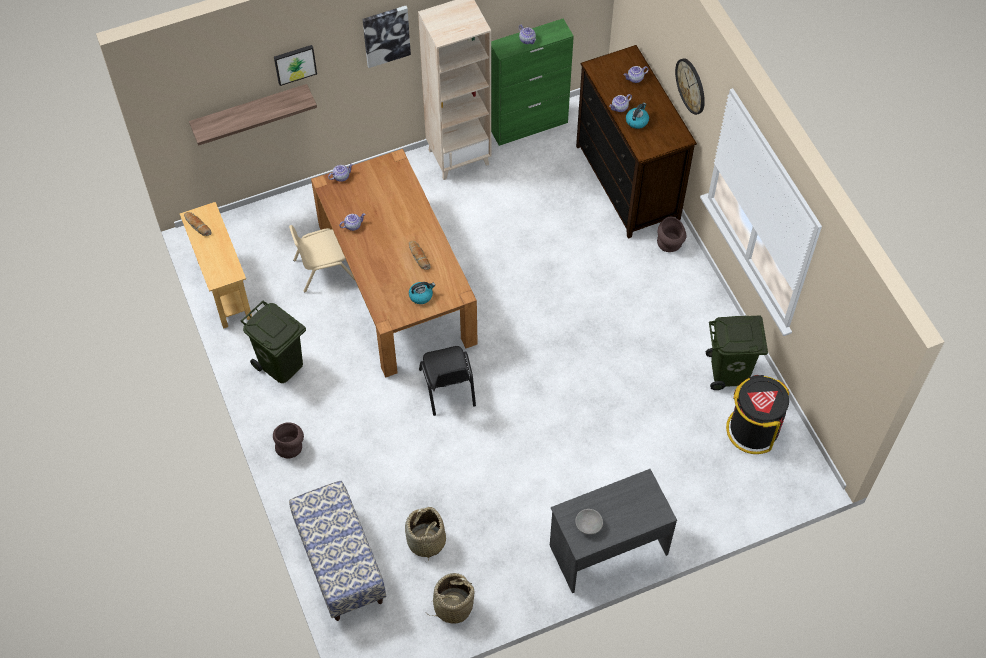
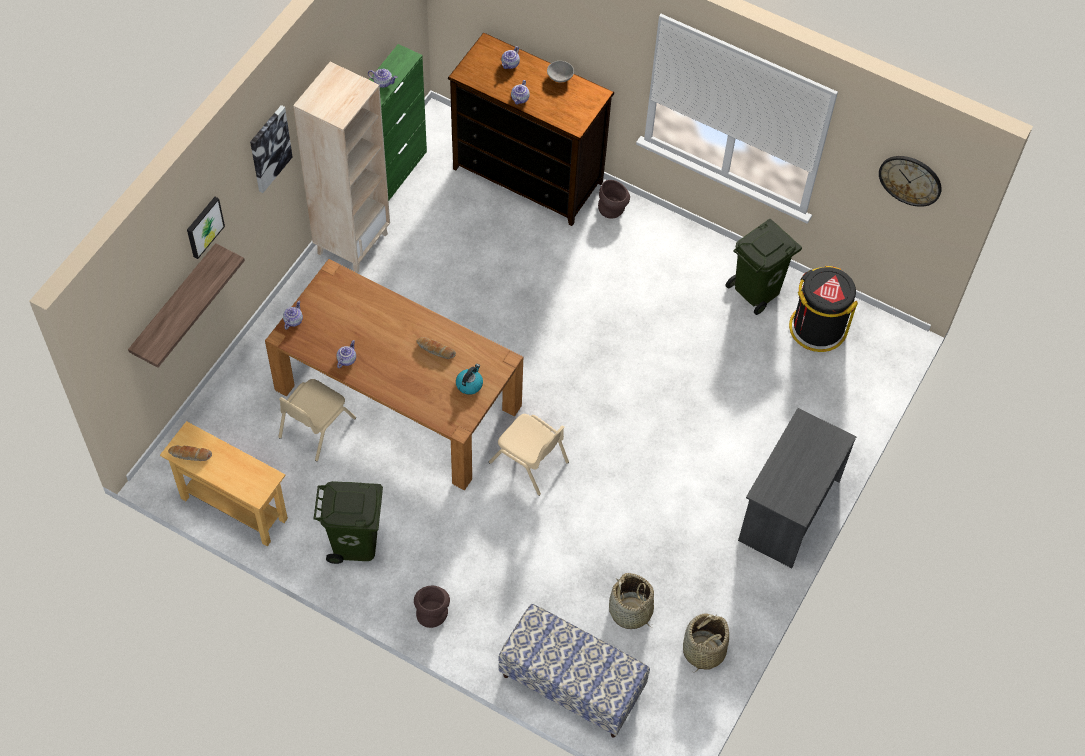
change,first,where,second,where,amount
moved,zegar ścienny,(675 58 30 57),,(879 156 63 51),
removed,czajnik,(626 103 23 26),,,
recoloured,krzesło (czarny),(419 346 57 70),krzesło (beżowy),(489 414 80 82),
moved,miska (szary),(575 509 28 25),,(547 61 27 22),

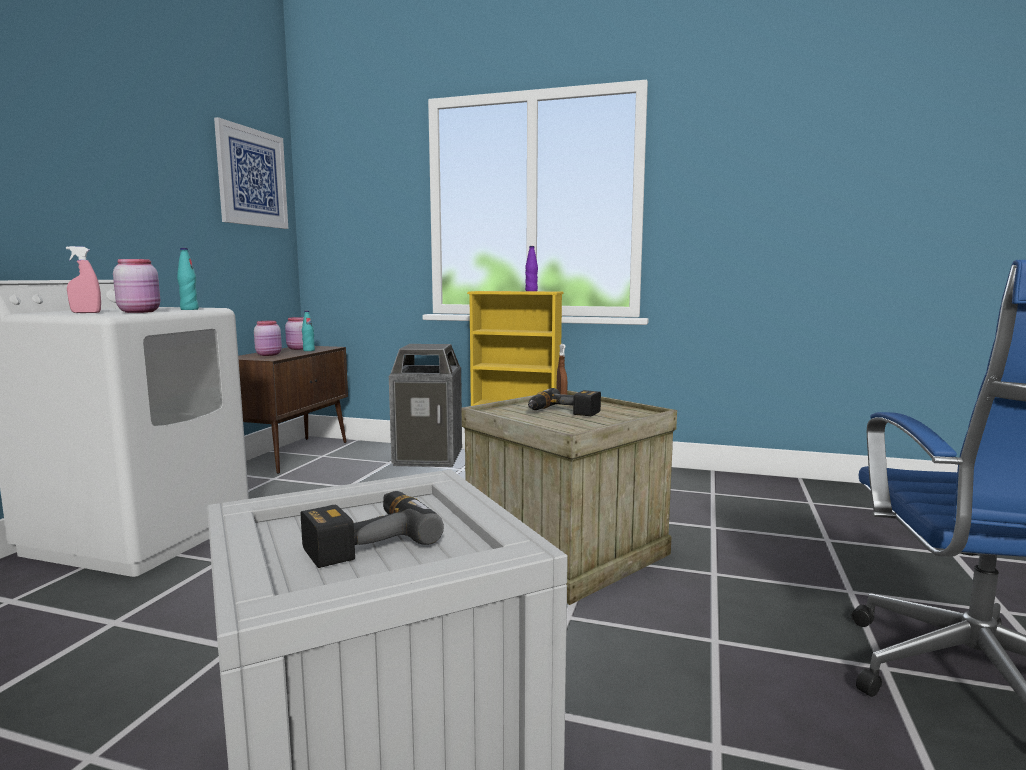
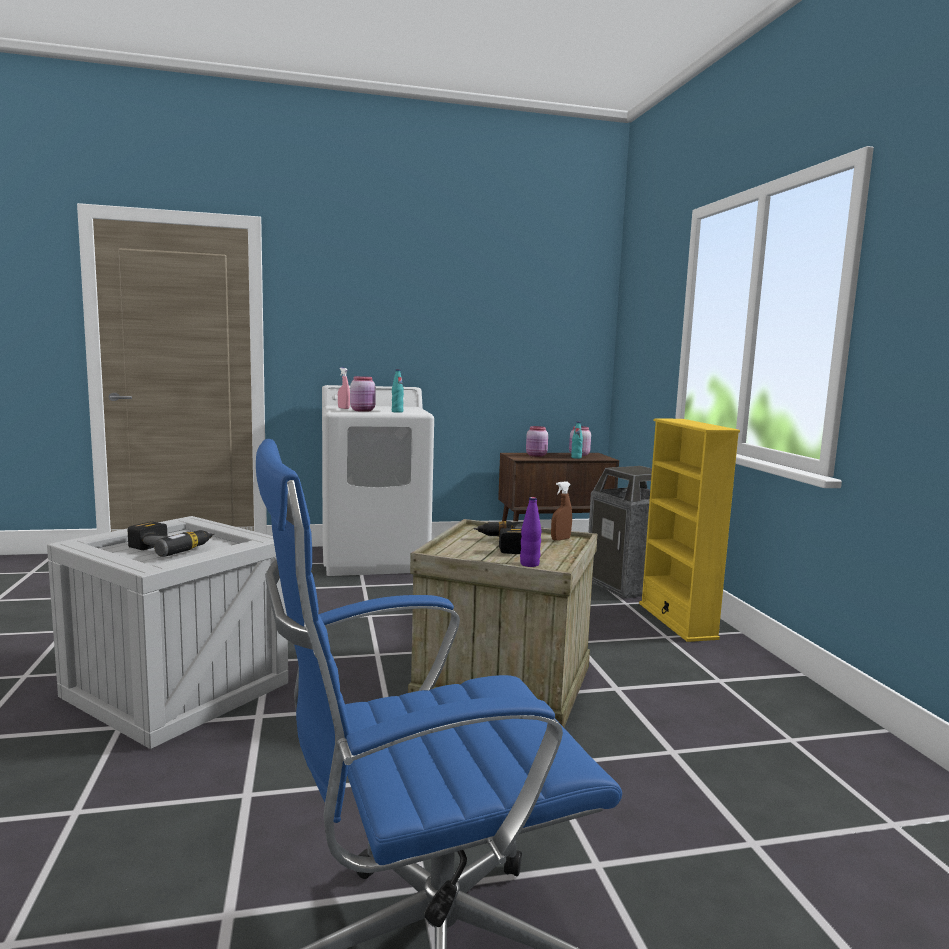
change,first,where,second,where,amount
removed,obraz,(214 117 74 112),,,
moved,butelka (fioletowy),(525 246 13 45),,(520 497 21 70),

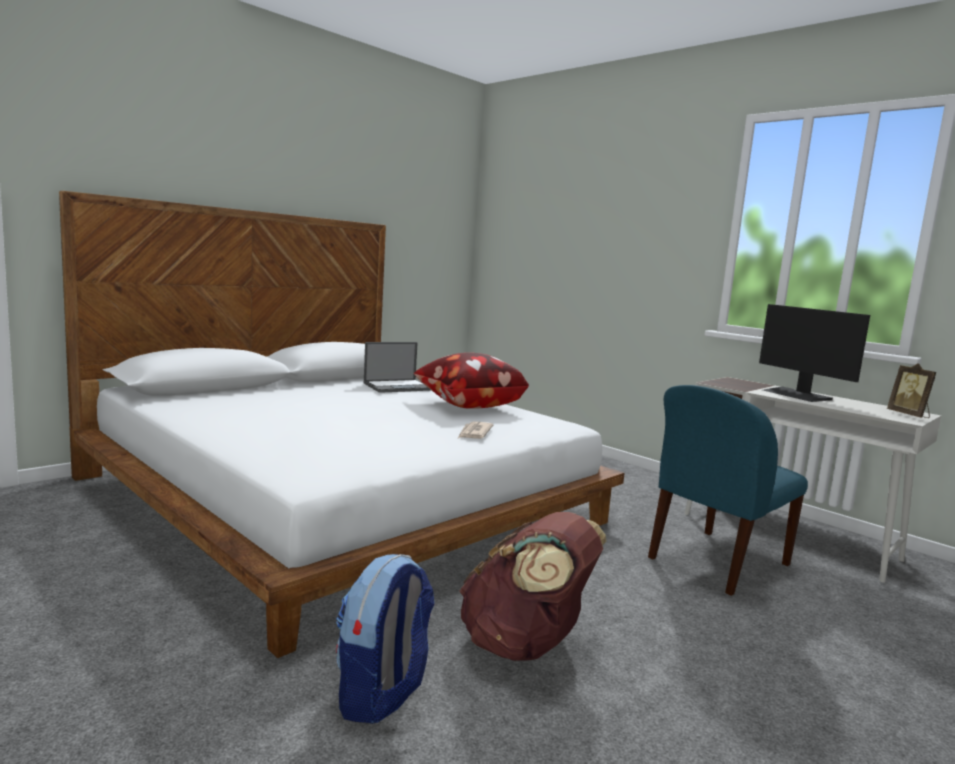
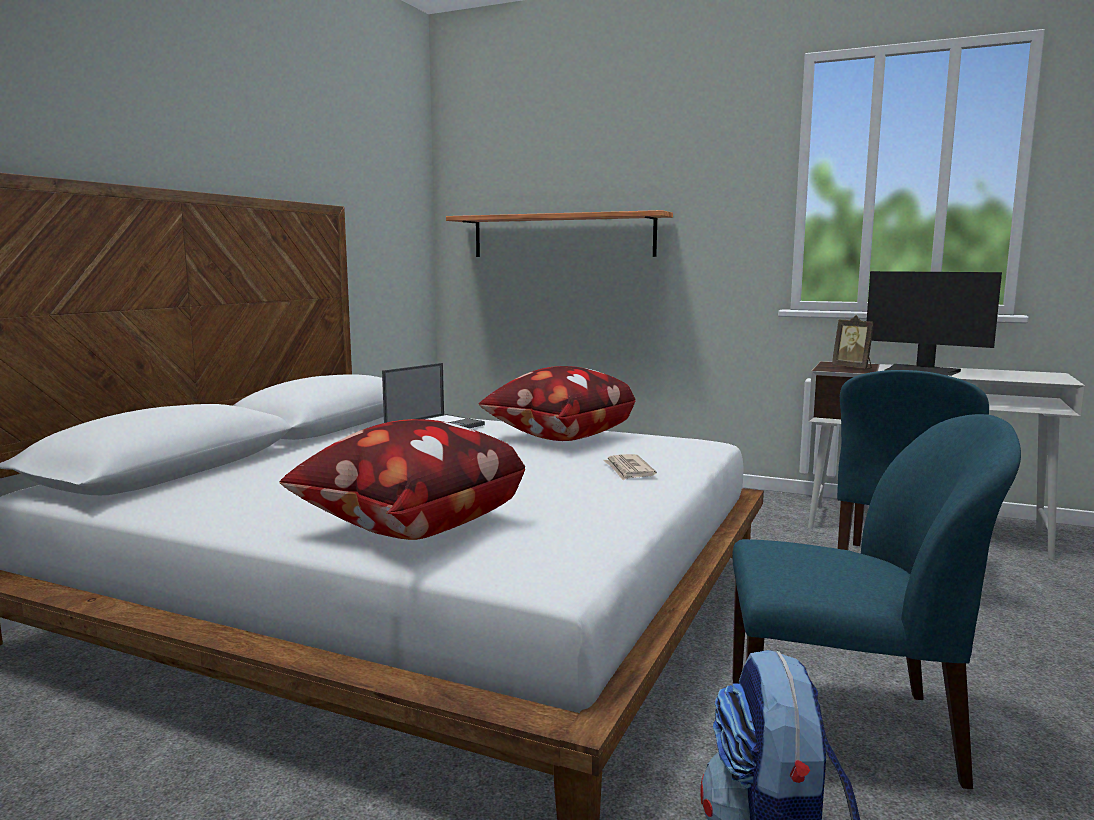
change,first,where,second,where,amount
moved,ramka na zdjęcie,(887 363 50 55),,(832 315 42 54),
replaced,plecak (brązowy),(459 512 148 149),krzesło (niebieski),(732 414 289 375),
added,,,półka,(446 210 227 47),
added,,,poduszka,(279 419 246 121),

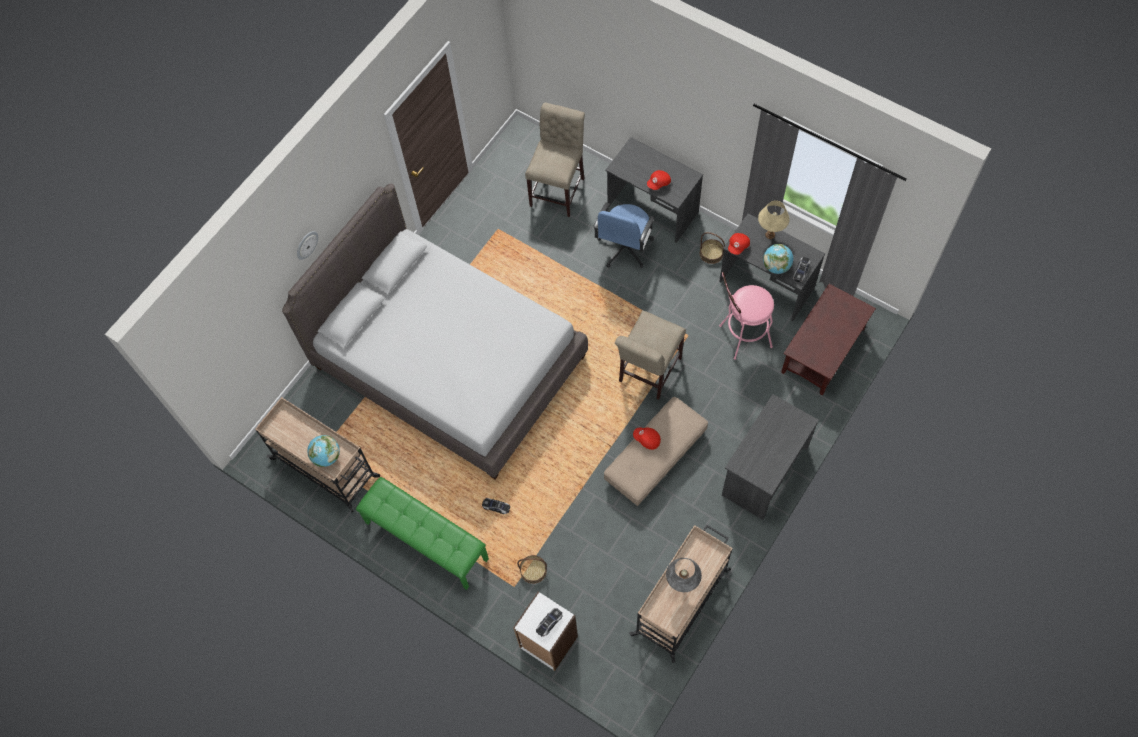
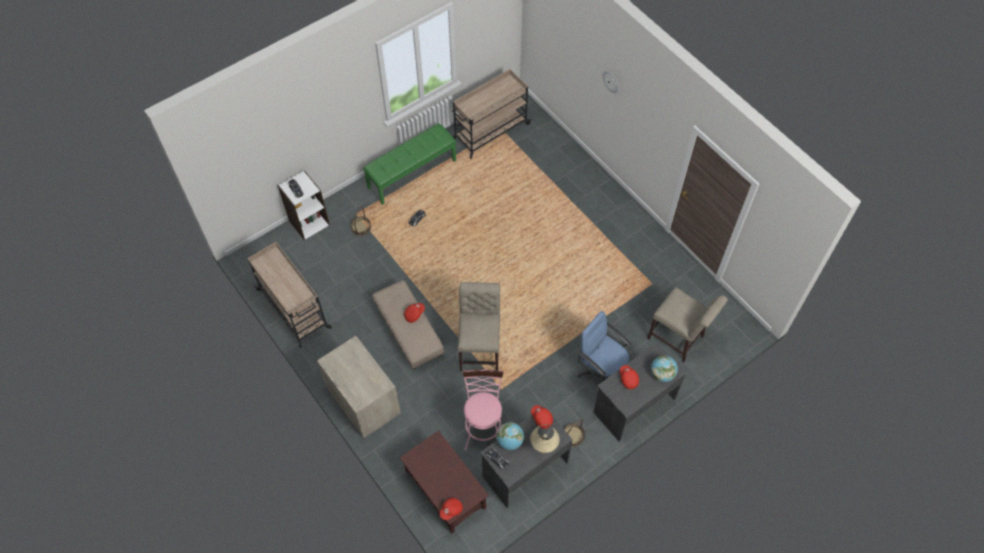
change,first,where,second,where,amount
removed,łóżko (szary),(282 183 306 296),,,
turned,krzesło (beżowy),(615 310 71 90),,(458 282 42 89),45 degrees clockwise
replaced,biurko (szary),(722 394 97 126),komoda,(317 336 84 102),
moved,globus,(307 435 33 32),,(651 356 27 26),
removed,lampa stołowa (szary),(666 558 36 34),,,
added,,,czapka z daszkiem (czerwony),(439 498 24 22),

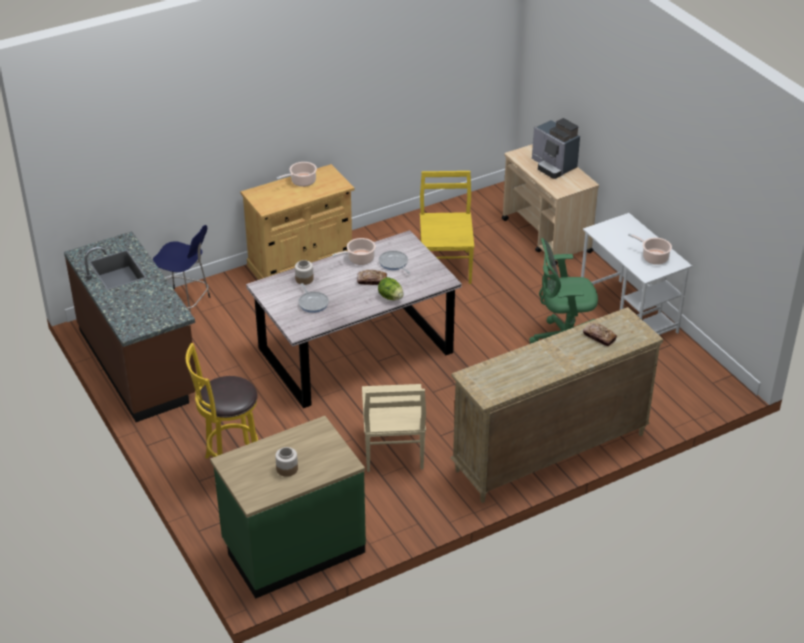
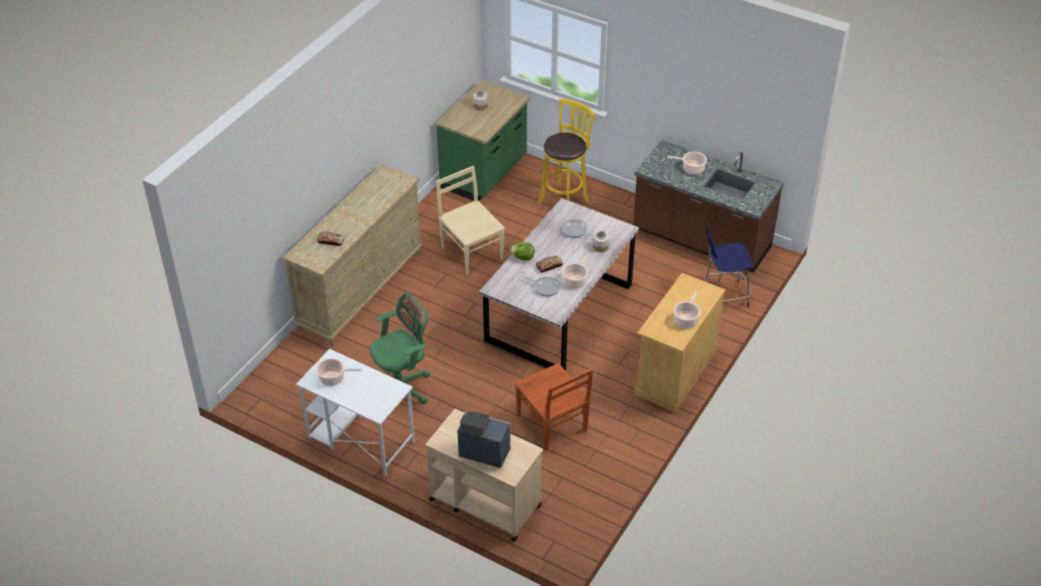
change,first,where,second,where,amount
recoloured,krzesło (żółty),(420 171 54 113),krzesło (brązowy),(515 363 78 88),
added,,,garnek,(668 152 39 23),

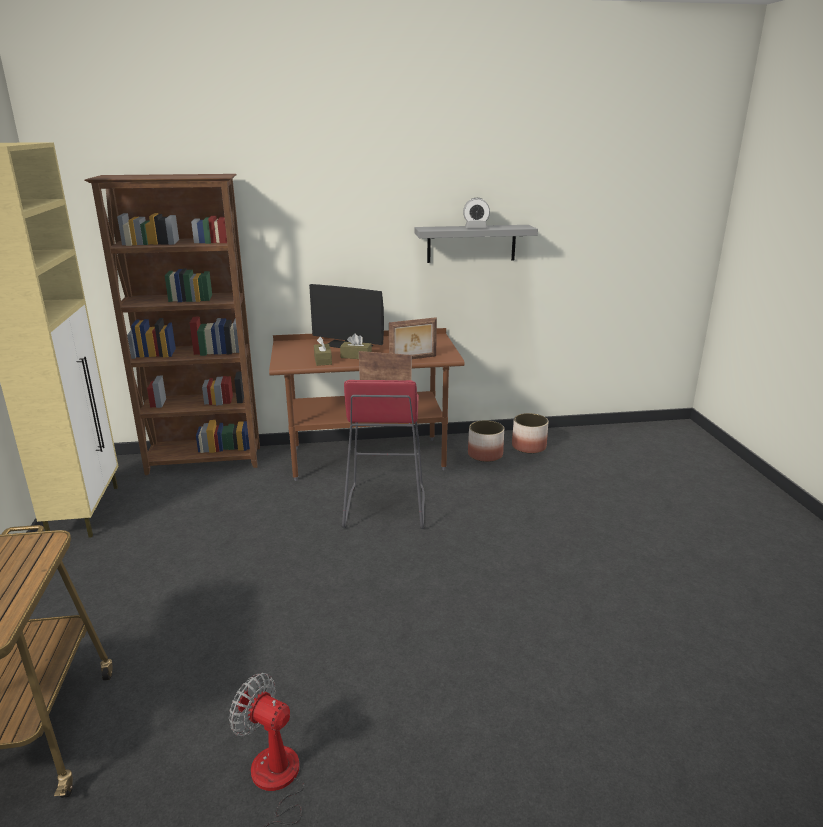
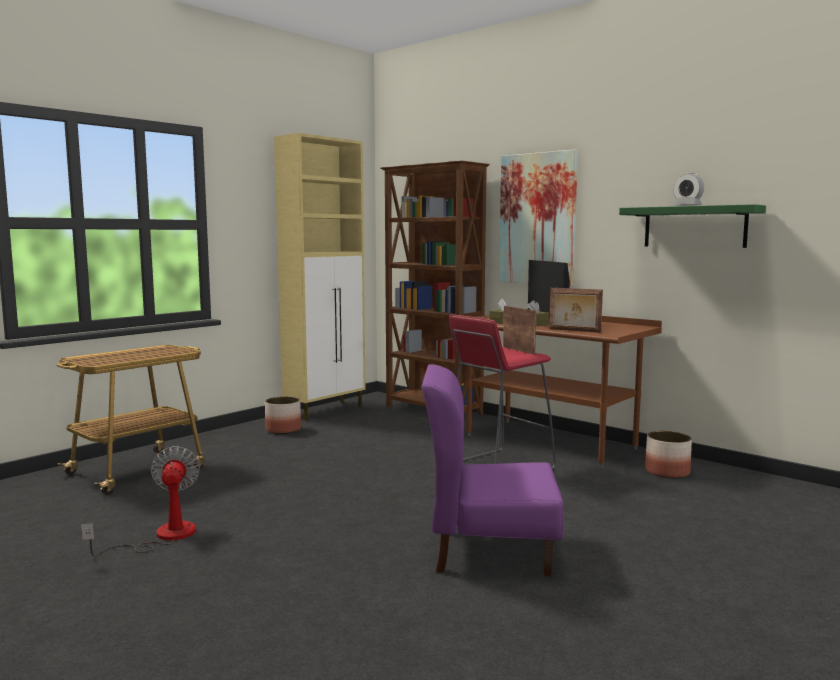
change,first,where,second,where,amount
recoloured,półka (szary),(414 225 124 38),półka (zielony),(619 204 147 44),
moved,donica,(512 413 37 41),,(265 396 36 38),
added,,,obraz,(499 149 79 137),
added,,,krzesło (fioletowy),(422 364 142 212),

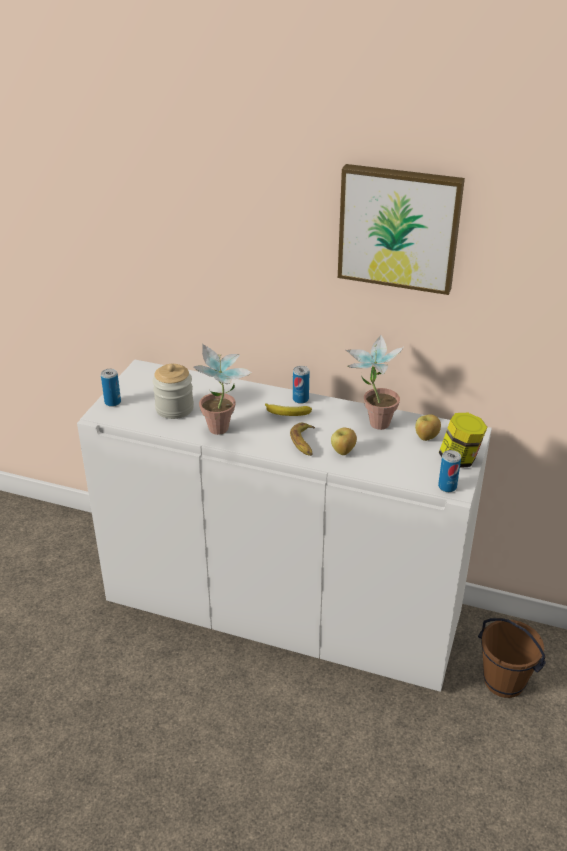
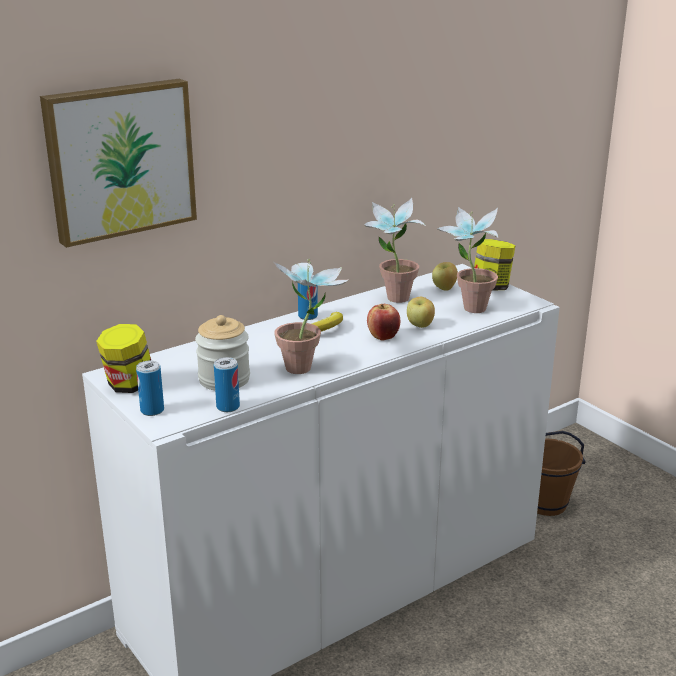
change,first,where,second,where,amount
moved,obraz,(338 164 127 131),,(40 79 157 169),
replaced,banan,(290 423 25 33),jabłko,(367 304 33 37),
moved,puszka,(438 450 23 42),,(214 357 26 55),
added,,,roślina doniczkowa,(436 207 62 106),
added,,,słoik,(96 324 55 69),

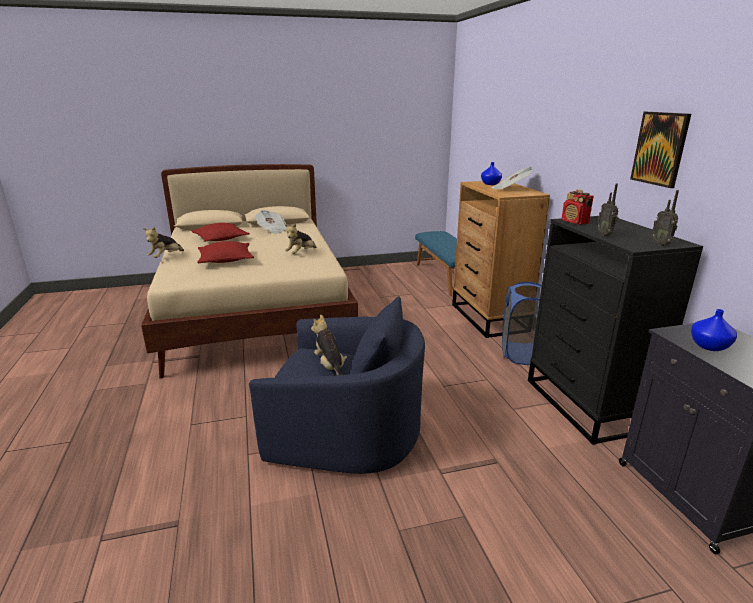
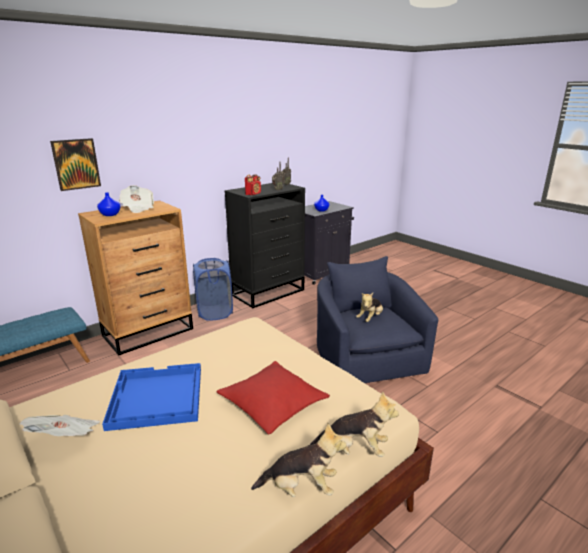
change,first,where,second,where,amount
moved,obraz,(630 112 61 76),,(50 138 51 53),
removed,poduszka (czerwony),(191 223 59 19),,,
moved,pluszak,(285 224 32 30),,(310 391 89 66),
added,,,taca (niebieski),(102 363 99 68),

